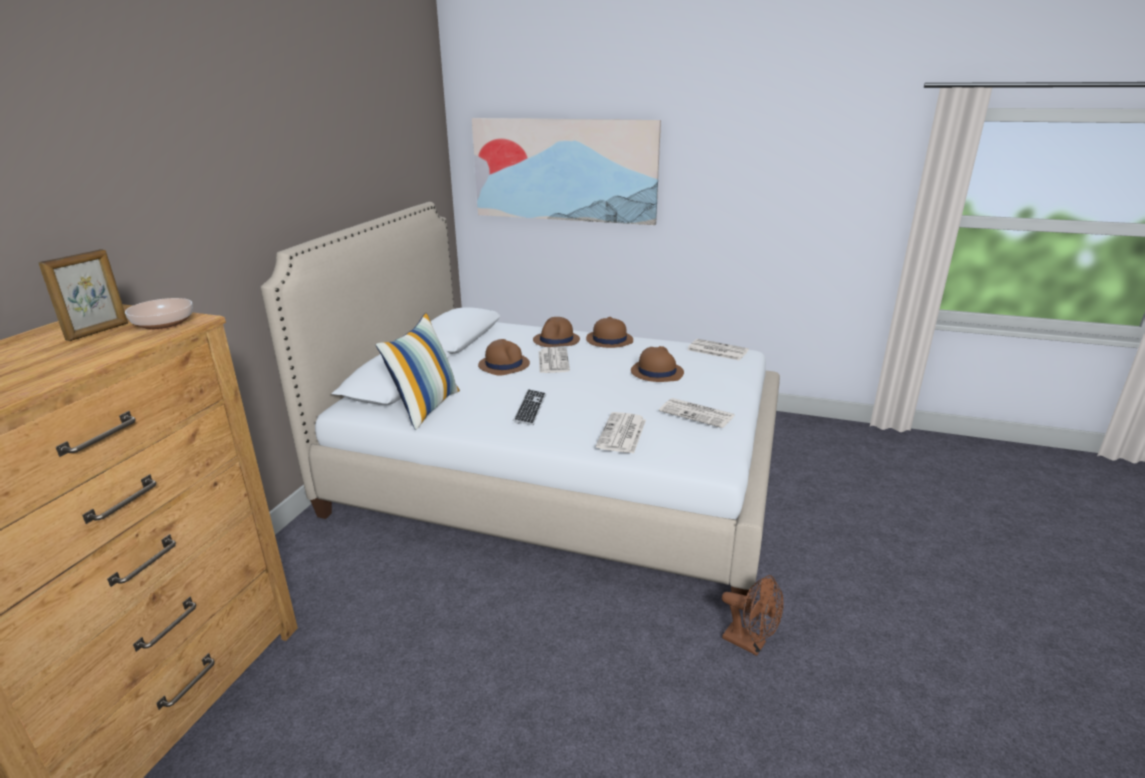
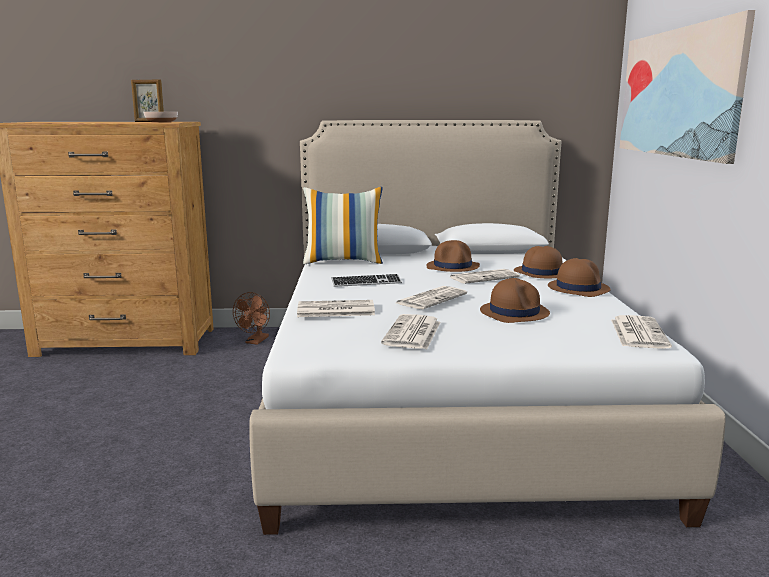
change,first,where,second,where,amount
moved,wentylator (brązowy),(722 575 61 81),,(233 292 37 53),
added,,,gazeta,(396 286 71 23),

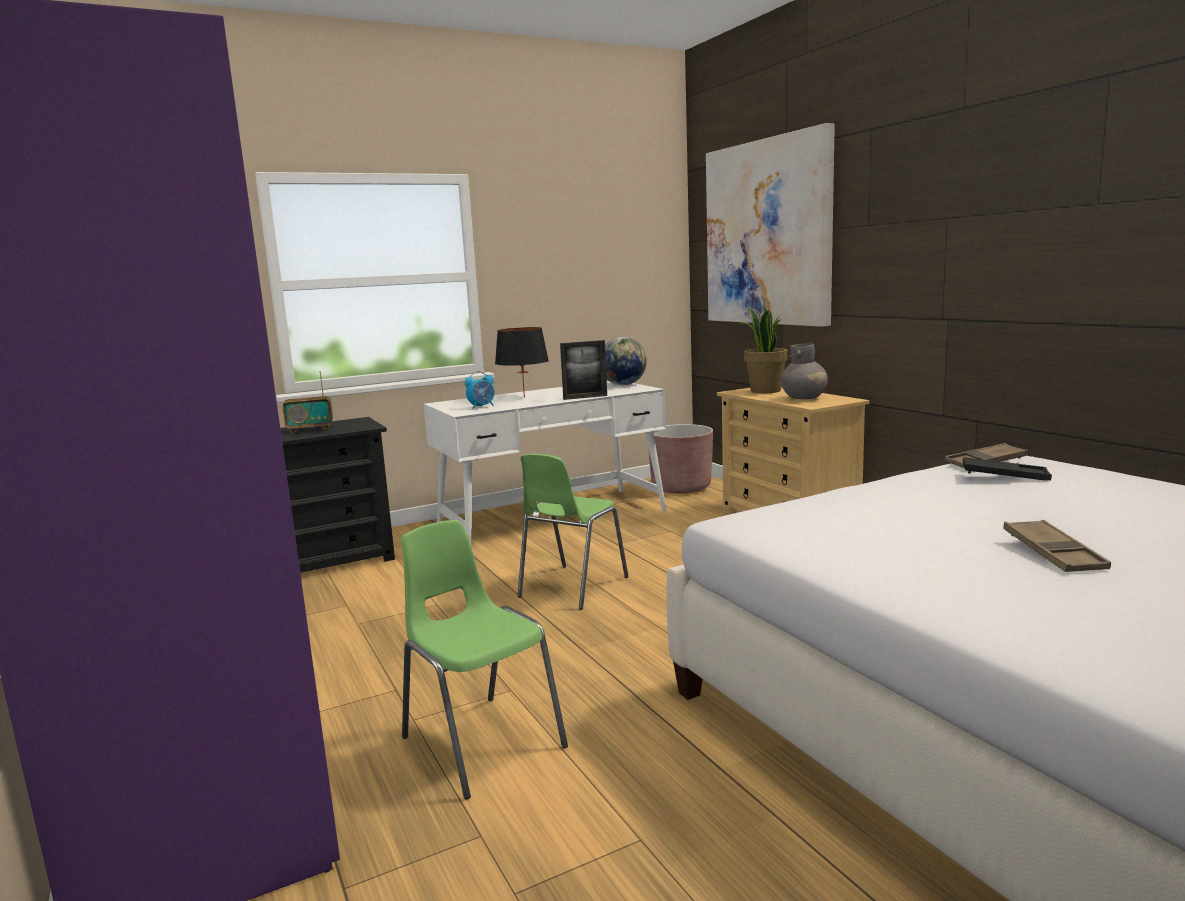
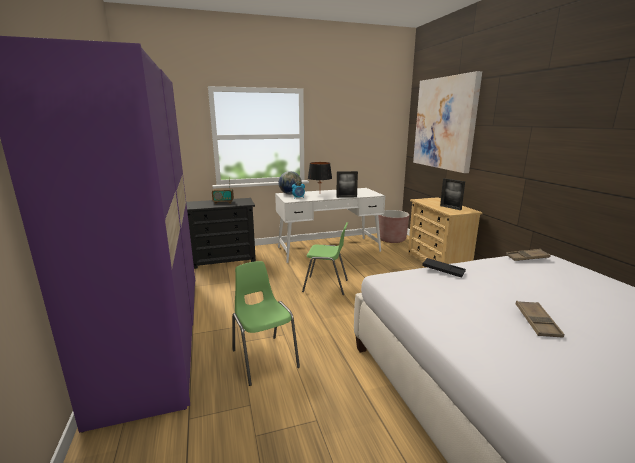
change,first,where,second,where,amount
removed,roślina doniczkowa,(739 305 49 88),,,
moved,globus,(605 337 42 48),,(279 171 23 24),
replaced,wazon (szary),(781 343 47 56),ramka na zdjęcie,(440 178 25 32),
turned,krzesło (zielony),(517 454 112 156),,(302 222 46 73),120 degrees counterclockwise
moved,taca (czarny),(963 457 89 24),,(422 258 44 19),

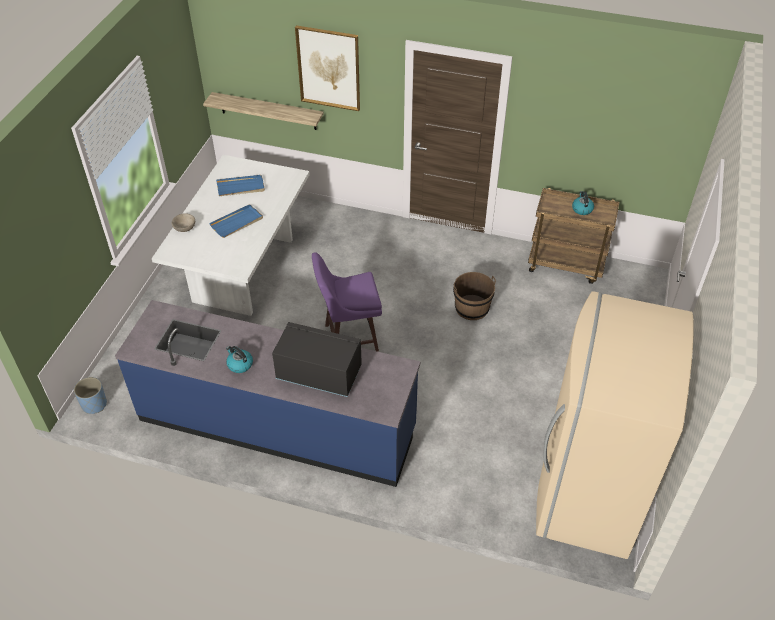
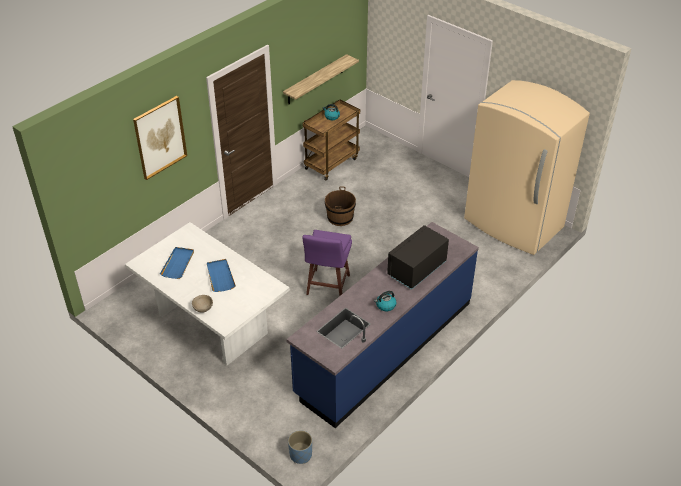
change,first,where,second,where,amount
moved,półka,(203 92 121 38),,(283 54 76 50),

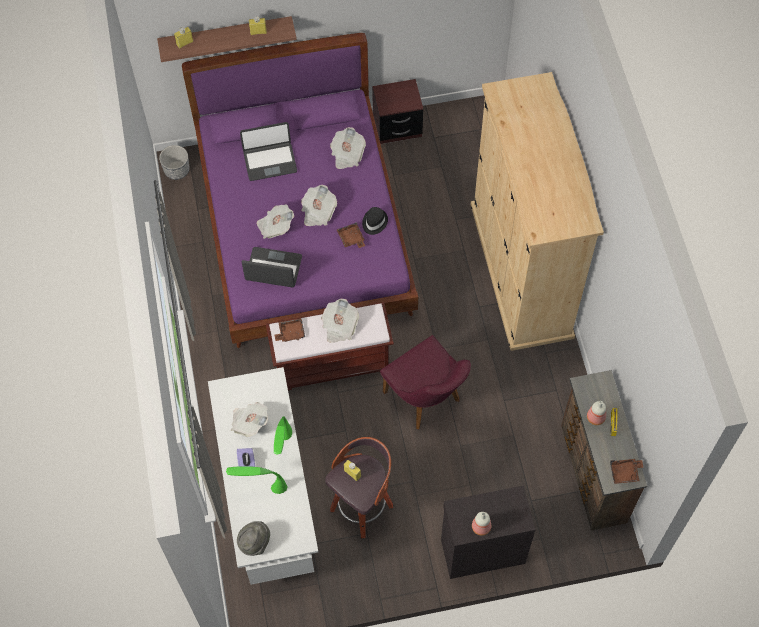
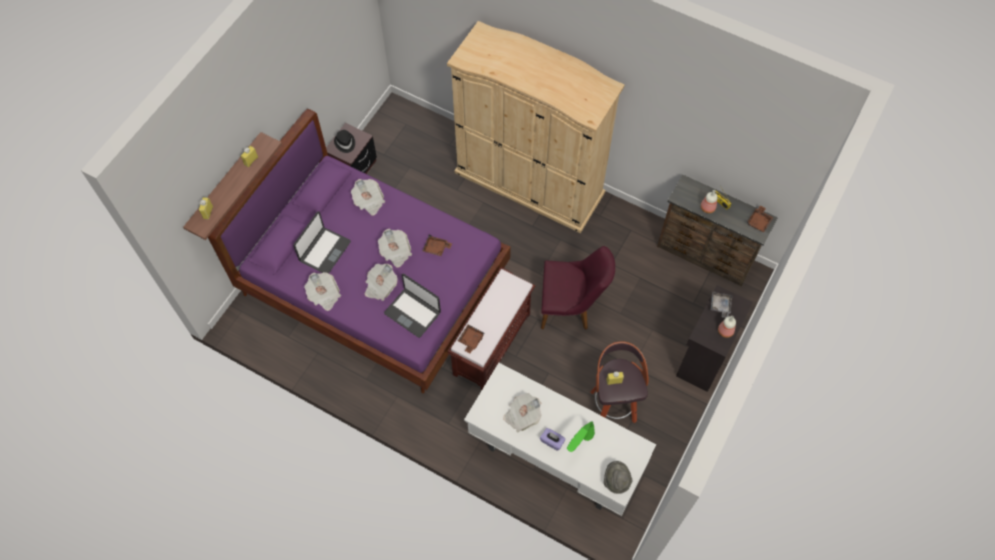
change,first,where,second,where,amount
removed,donica,(159 145 31 35),,,
moved,kapelusz (czarny),(362 207 26 28),,(334 130 21 23),
turned,laptop,(241 247 61 41),,(384 274 57 64),105 degrees counterclockwise
moved,gazeta,(321 299 38 44),,(304 272 37 39),
removed,lampa stołowa (zielony),(274 416 18 39),,,
added,,,taca (szary),(710 292 23 26),

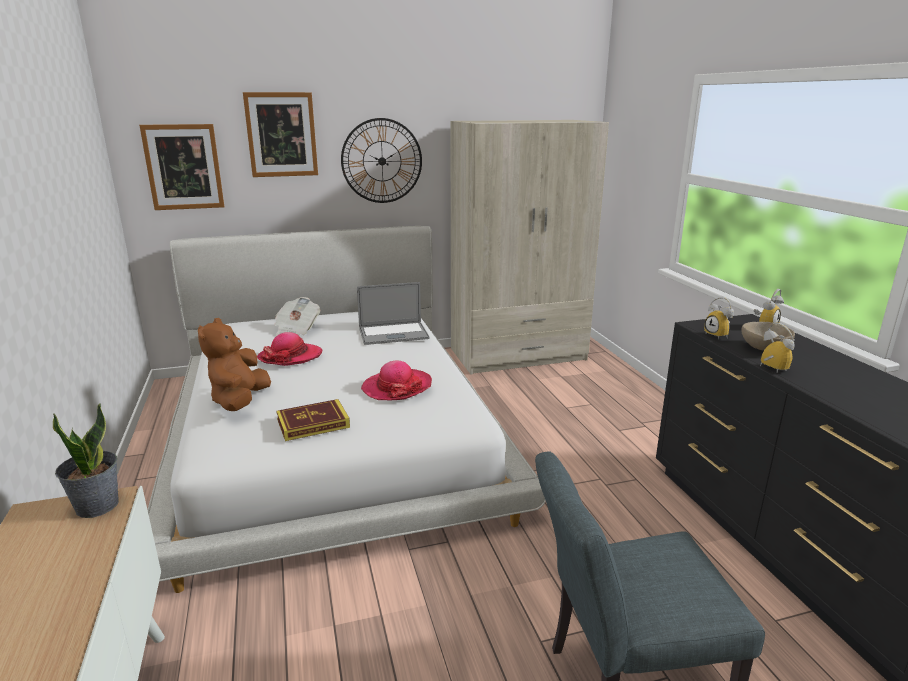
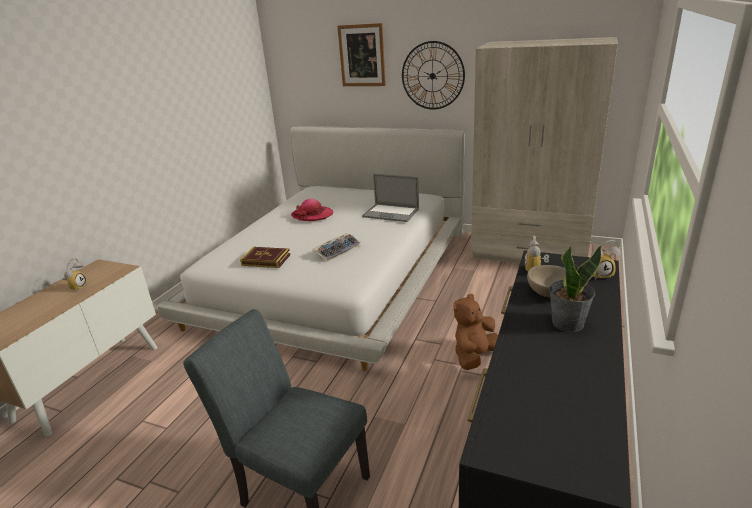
change,first,where,second,where,amount
removed,obraz,(139 124 85 86),,,
removed,gazeta,(274 297 46 39),,,
moved,pluszak (brązowy),(198 318 73 93),,(453 294 45 76),
moved,budzik,(760 323 35 50),,(63 258 24 33),
replaced,kapelusz,(361 360 71 40),klawiatura,(313 234 47 28),
moved,roślina doniczkowa,(53 404 66 114),,(549 245 53 87),

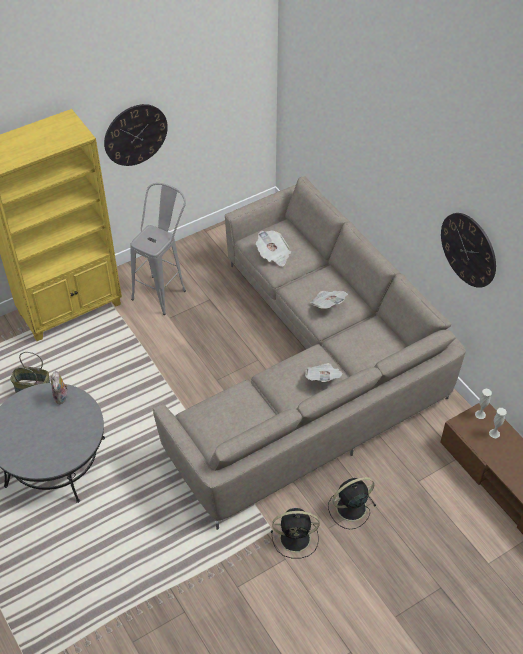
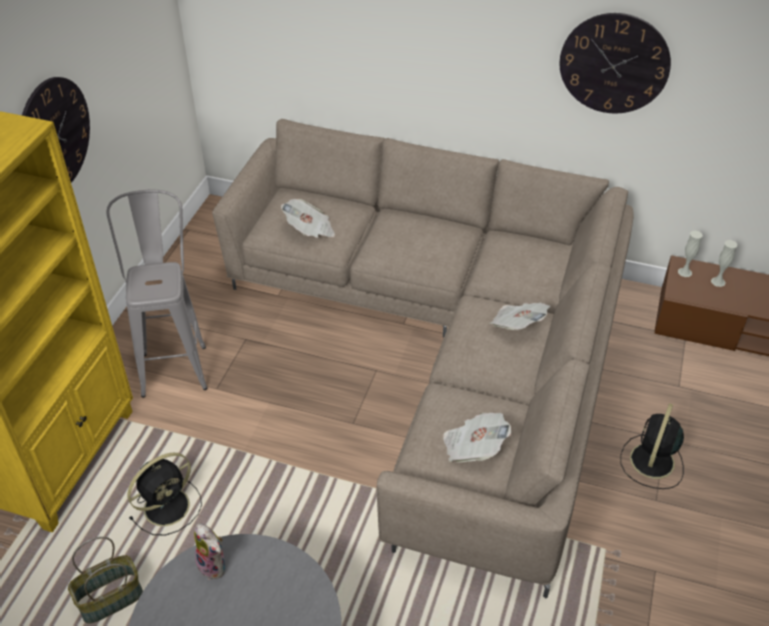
change,first,where,second,where,amount
moved,gazeta,(310 290 38 19),,(443 413 68 49),
moved,wentylator (czarny),(271 508 49 50),,(127 453 75 82),

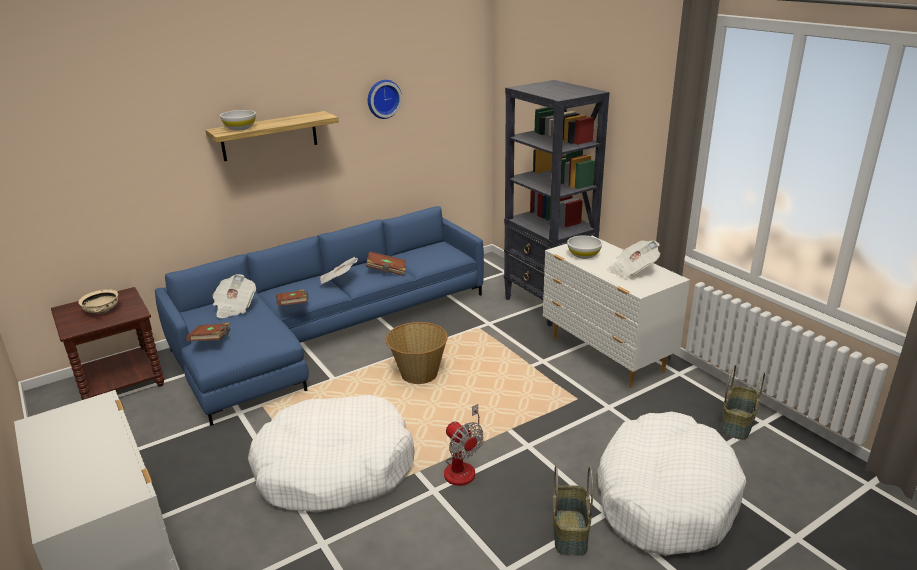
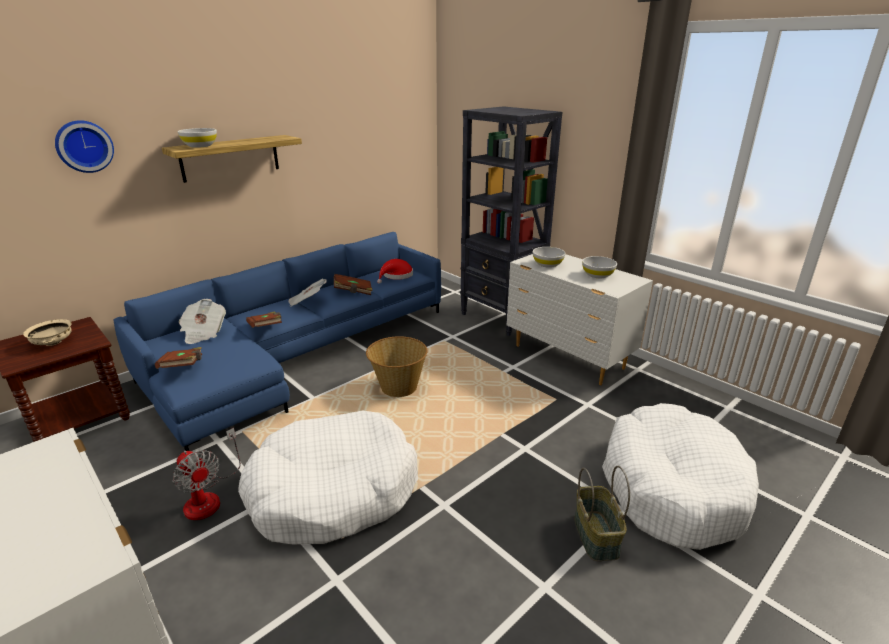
change,first,where,second,where,amount
moved,zegar ścienny,(368 80 34 39),,(55 120 59 53),
replaced,gazeta,(607 240 53 38),miska (biały),(582 256 35 22),
removed,koszyk,(721 365 44 75),,,
moved,wentylator,(444 404 40 82),,(173 428 68 92),
added,,,kapelusz (czerwony),(377 259 36 25),

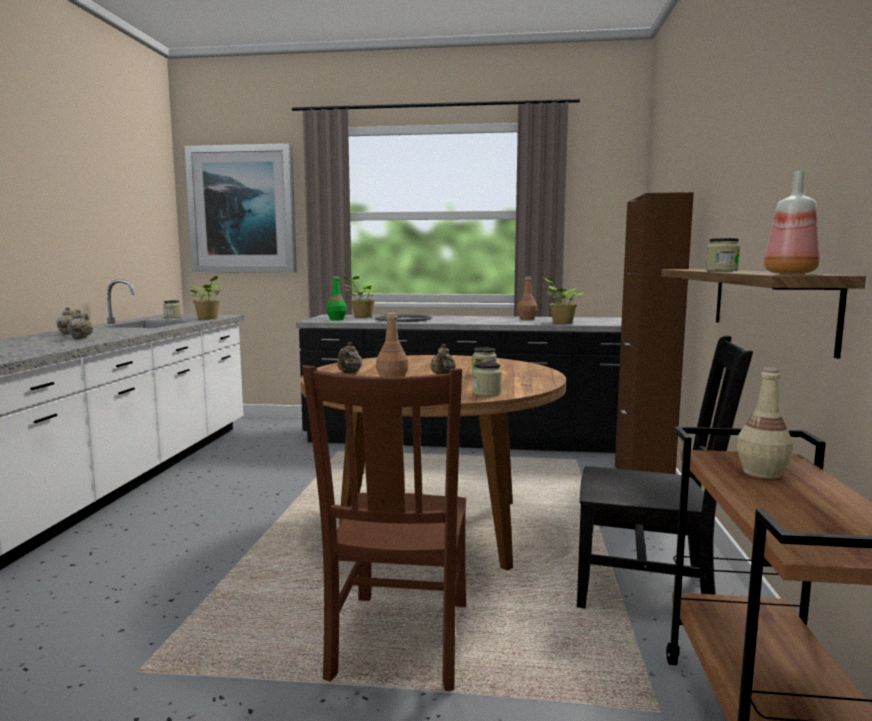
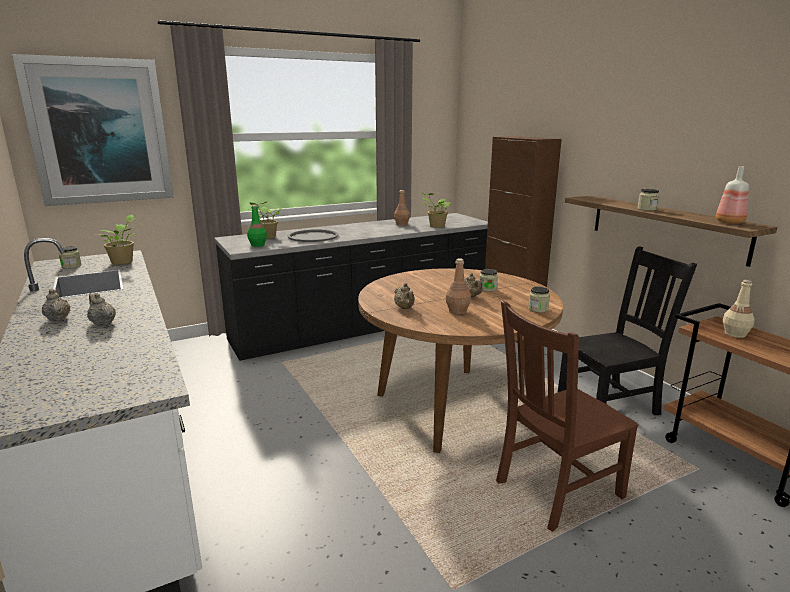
change,first,where,second,where,amount
turned,krzesło (brązowy),(302 365 164 326),,(496 301 143 231),90 degrees clockwise

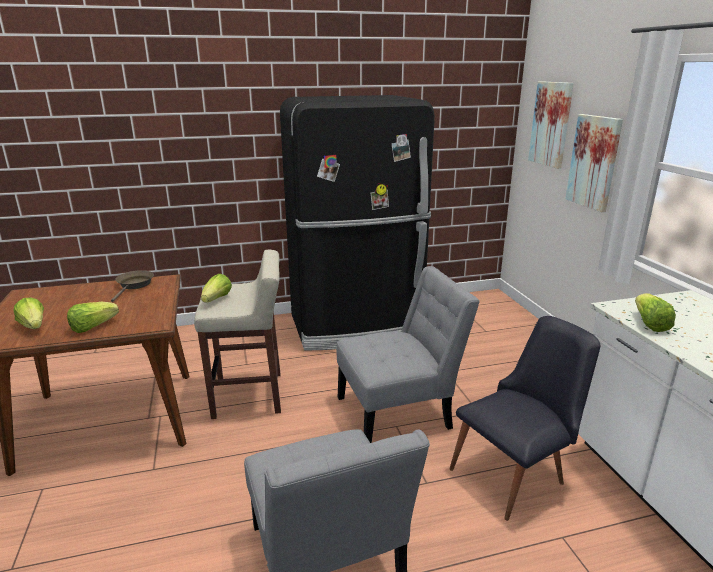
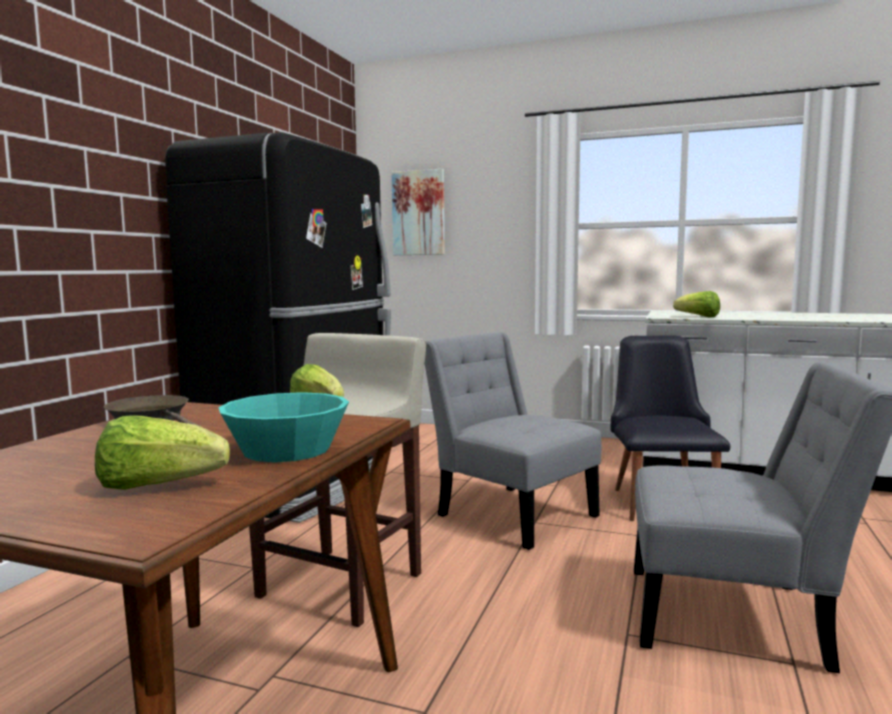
change,first,where,second,where,amount
removed,obraz,(565 114 58 98),,,
turned,krzesło (szary),(336 266 144 177),,(425 332 177 218),60 degrees counterclockwise
replaced,sałata,(67 302 52 31),miska (turkusowy),(218 392 131 70),

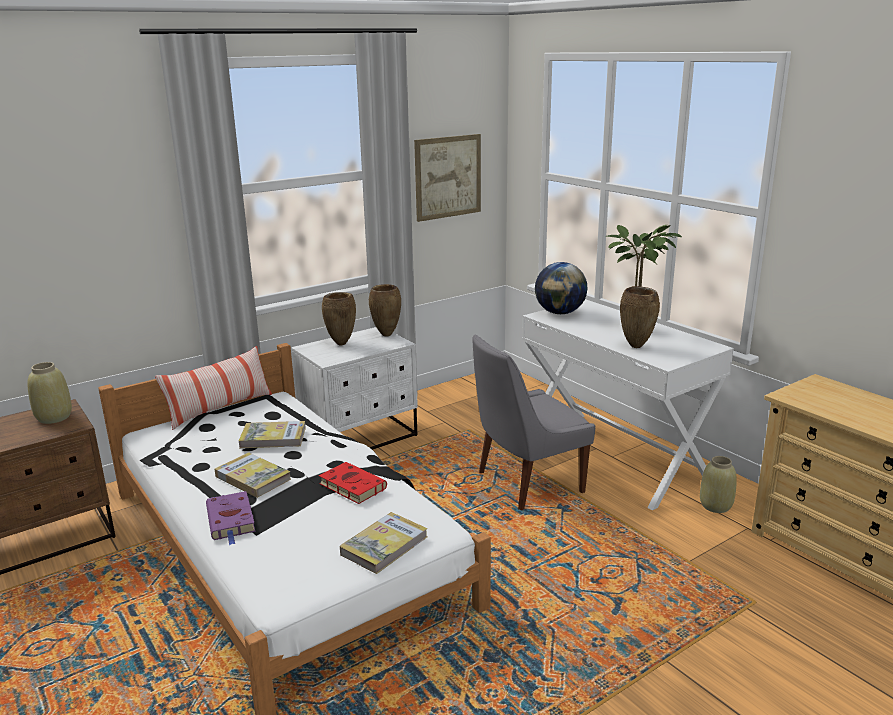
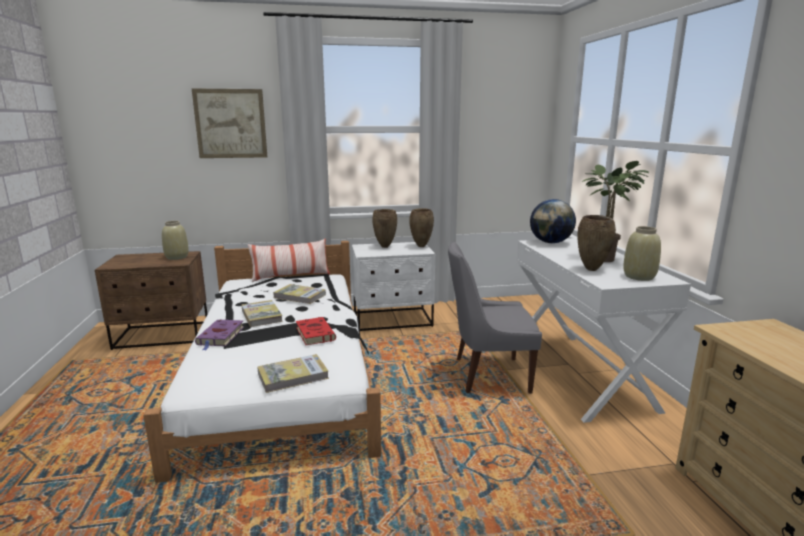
change,first,where,second,where,amount
moved,obraz,(414 134 67 88),,(192 88 75 70),
moved,wazon (beżowy),(700 456 37 57),,(623 226 38 55),

